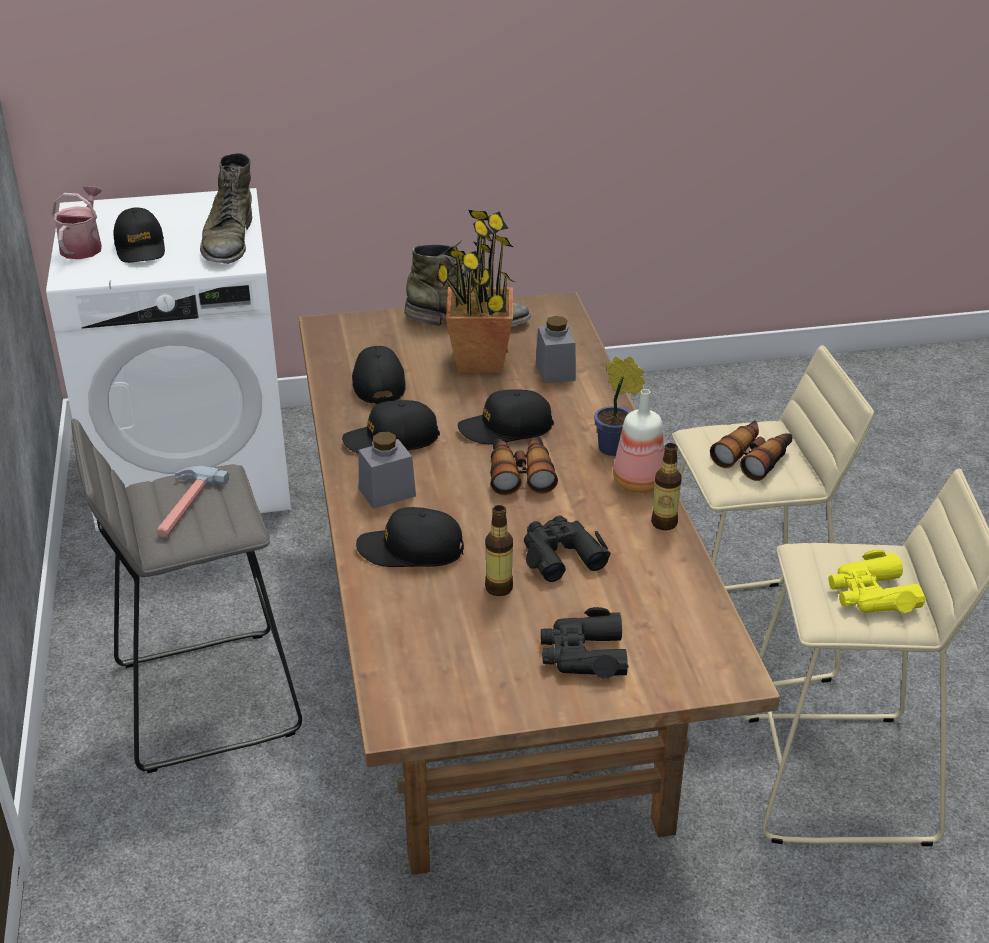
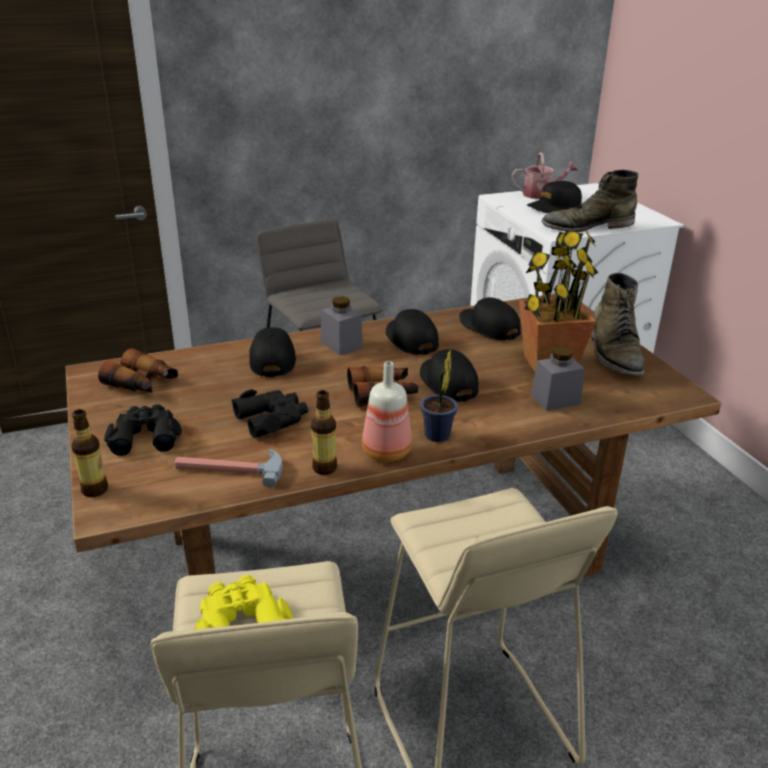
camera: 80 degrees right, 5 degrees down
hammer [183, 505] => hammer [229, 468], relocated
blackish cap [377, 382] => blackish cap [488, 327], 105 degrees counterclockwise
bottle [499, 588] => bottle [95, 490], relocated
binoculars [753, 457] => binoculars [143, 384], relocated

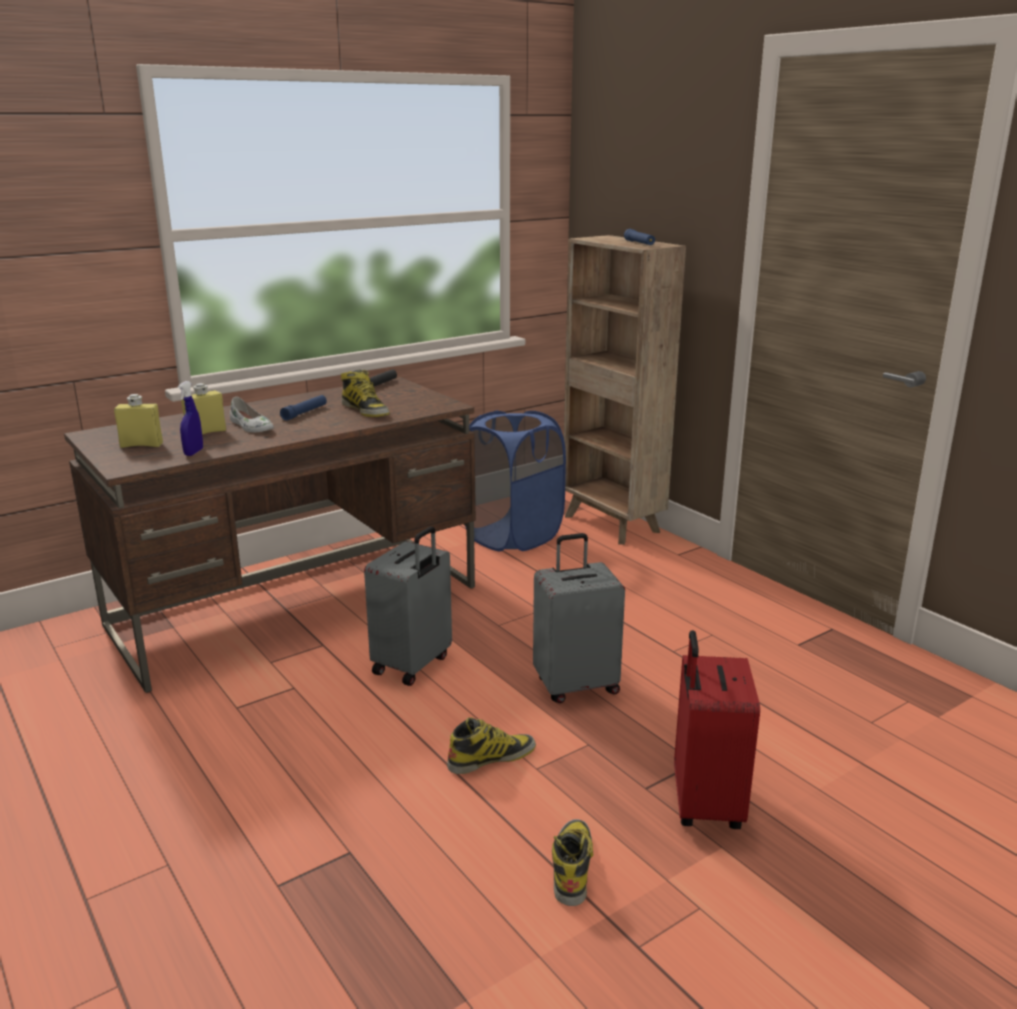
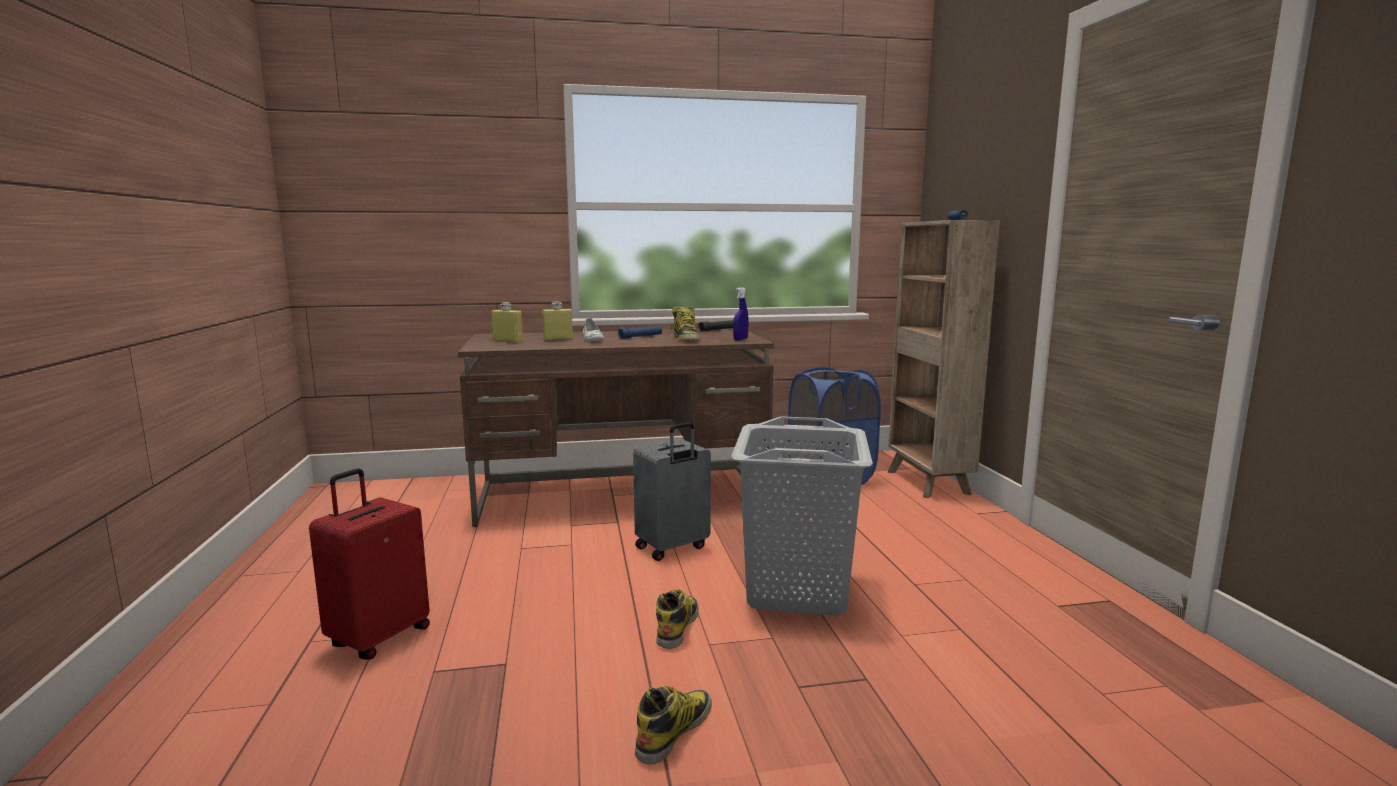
camera: 25 degrees right, 10 degrees down
blue-coloured sprayer [193, 452] => blue-coloured sprayer [740, 339], relocated
boot [491, 758] => boot [677, 626], 75 degrees counterclockwise
grey piece of luggage [576, 685] => grey hamper [798, 590]
reddish piece of luggage [704, 804] => reddish piece of luggage [378, 637], relocated

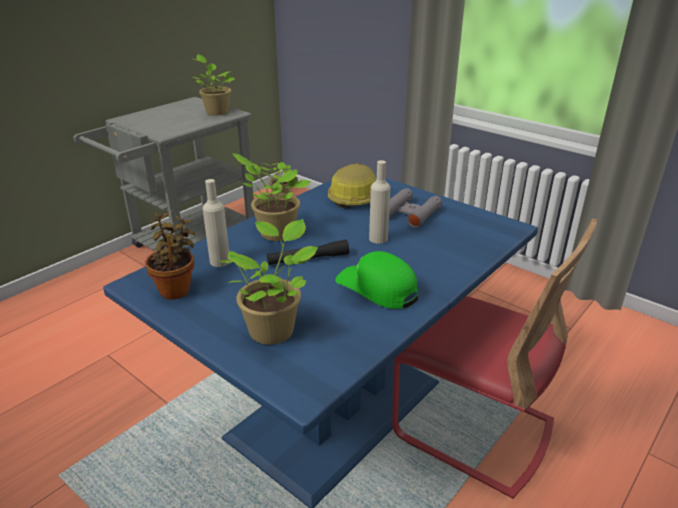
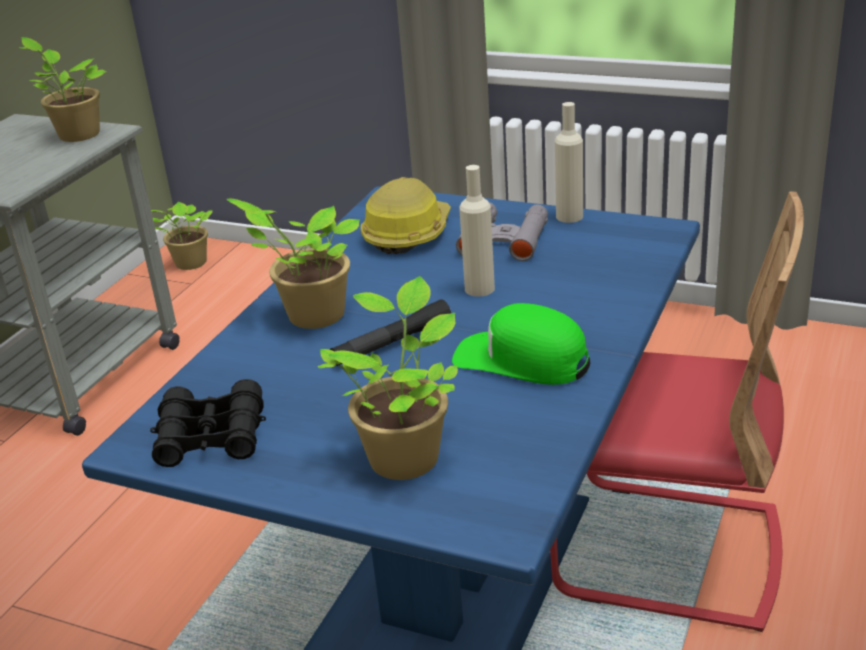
camera: 15 degrees left, 0 degrees up
potted plant [176, 289] => blackish binoculars [211, 437]
sand-coloured bottle [220, 261] => sand-coloured bottle [569, 216], relocated

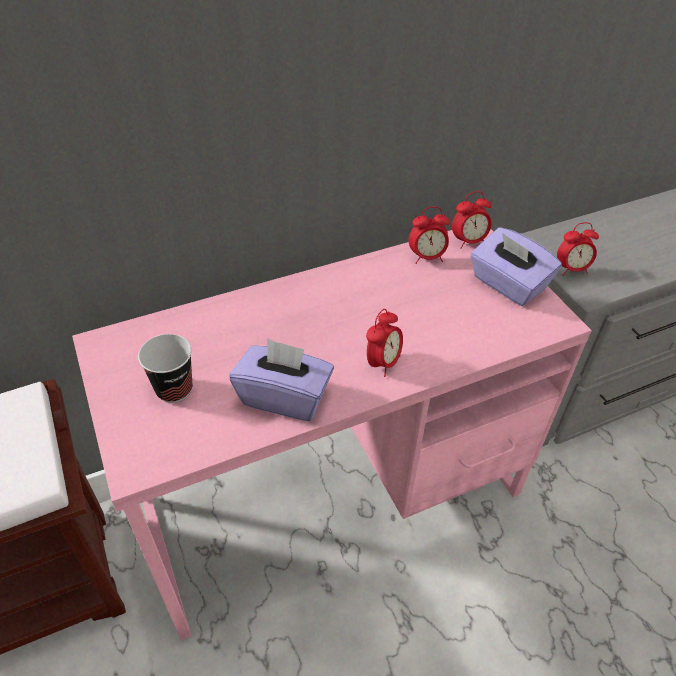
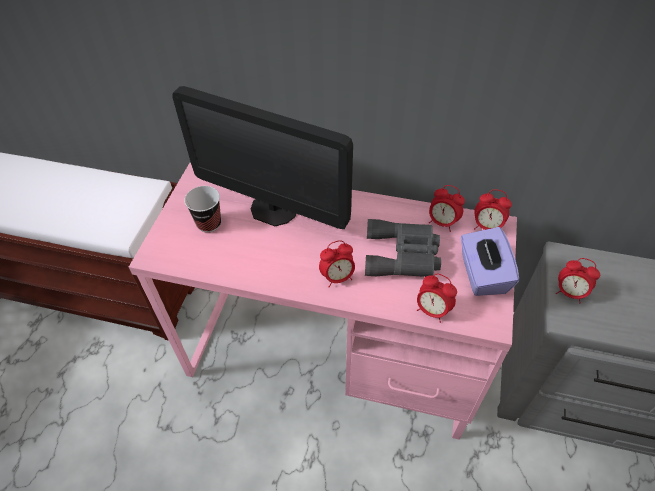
camera: 40 degrees right, 5 degrees up
purple box of tissues [284, 397] => nothing
nothing => computer display [274, 209]
nothing => grey binoculars [403, 255]
nothing => table clock [432, 310]

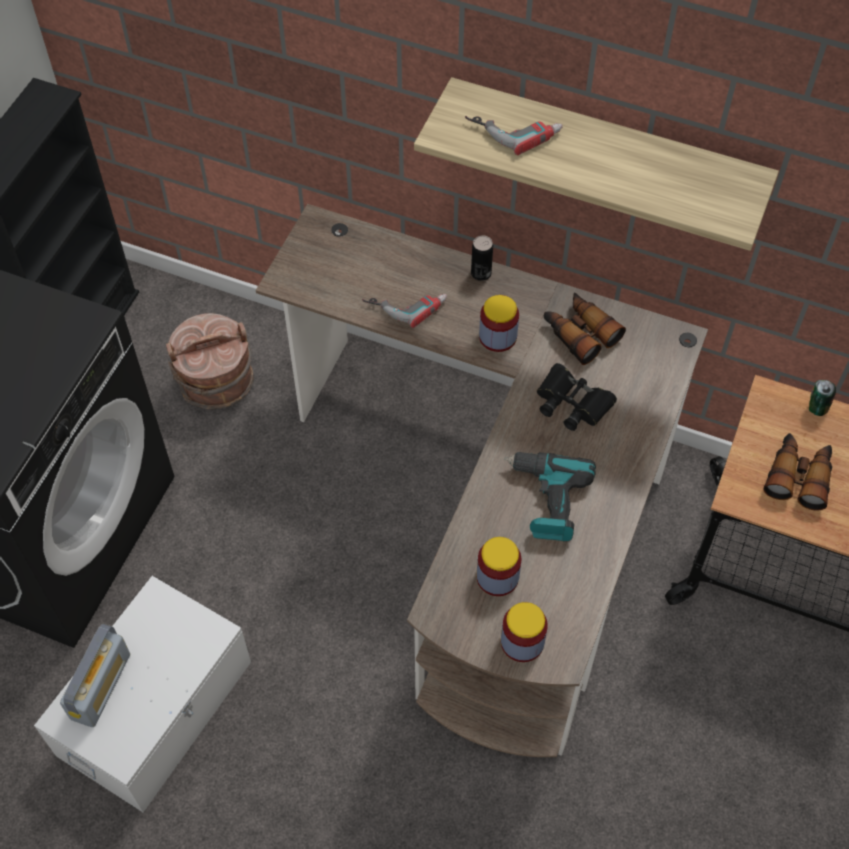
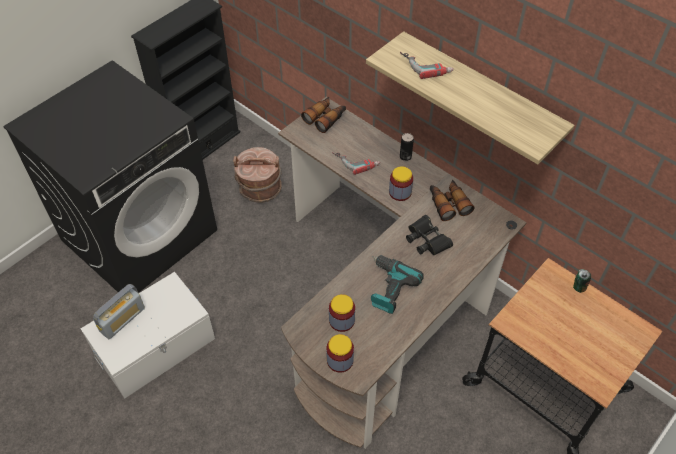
camera: 20 degrees right, 5 degrees down
binoculars [798, 476] => binoculars [325, 118], relocated

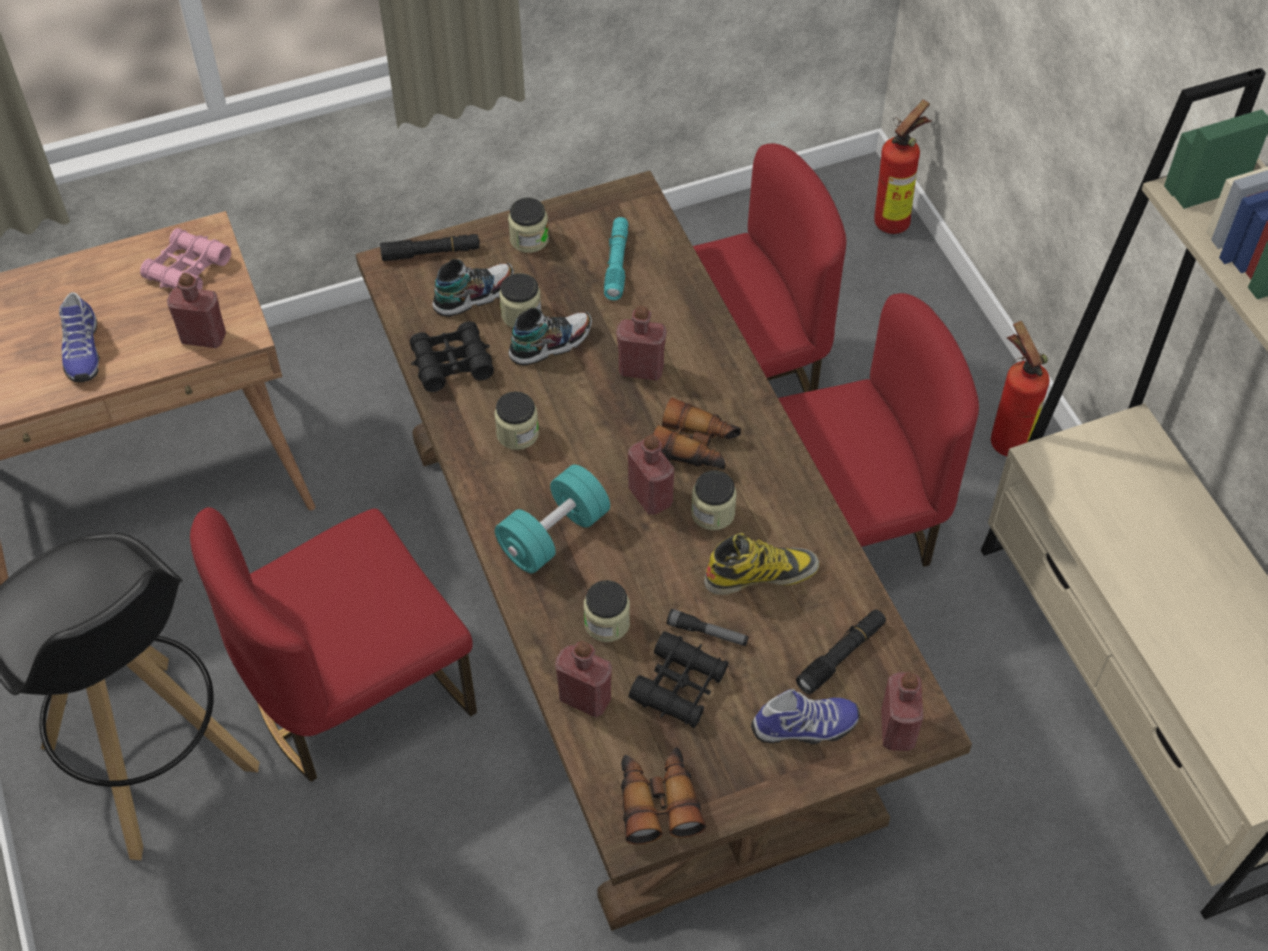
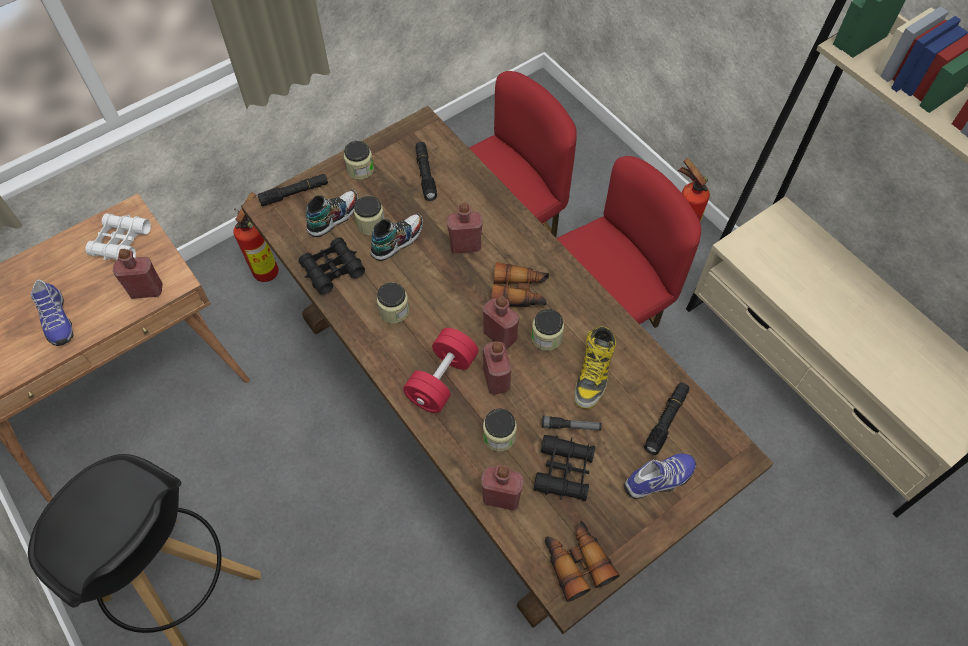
camera: 15 degrees left, 5 degrees up
pink-coloured binoculars [187, 270] => white binoculars [121, 242]
reddish plain chair [356, 693] => nothing
turquoise-coloured free weight [553, 535] => reddish free weight [442, 380]
turquoise-coloured hand torch [617, 264] => blackish hand torch [425, 174]
boot [761, 574] => boot [593, 374], 135 degrees clockwise
extinguisher [896, 220] => extinguisher [269, 270], relocated
reddish bottle [897, 729] => reddish bottle [496, 379], relocated

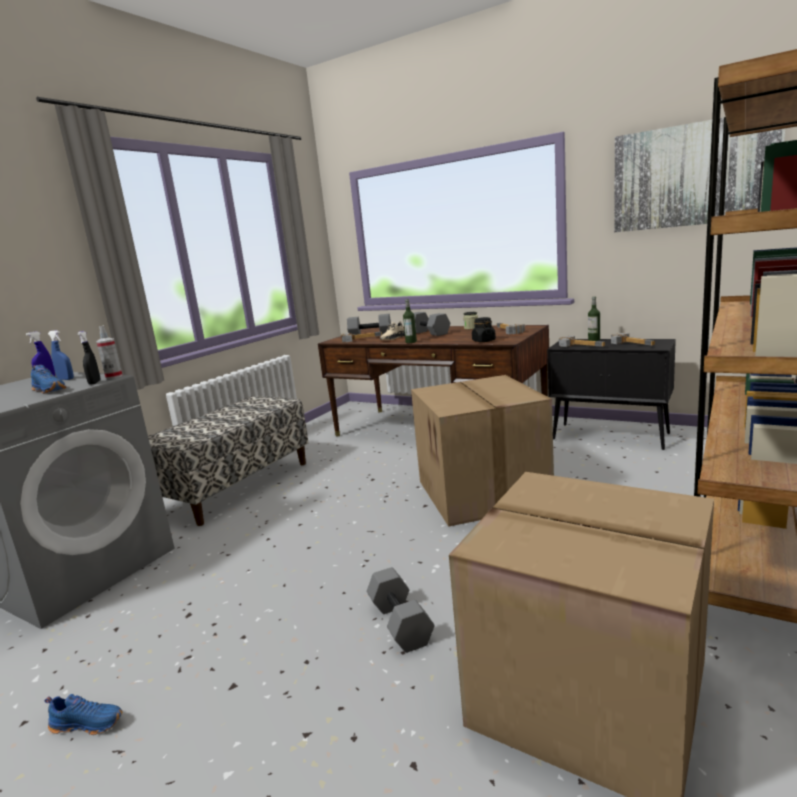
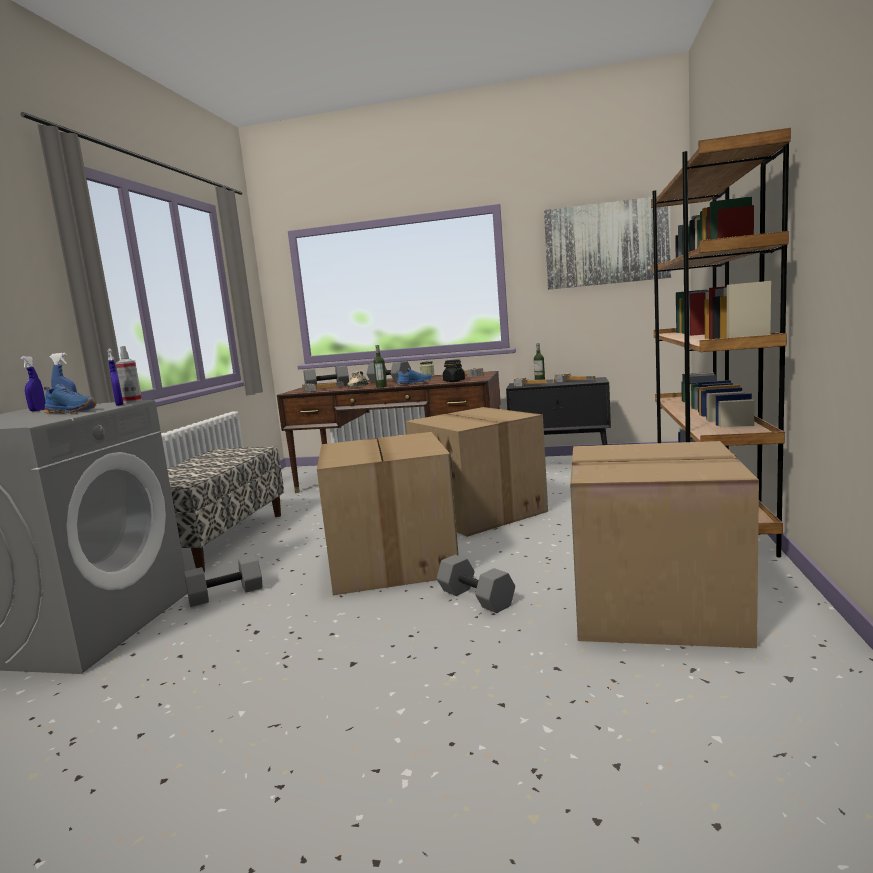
camera: 20 degrees left, 5 degrees down
blue-coloured shoe [88, 723] => blue-coloured shoe [414, 384], relocated
blackish sprayer [94, 383] => blue-coloured sprayer [119, 405]
nothing => grey free weight [225, 595]
nothing => cardboard box [390, 561]

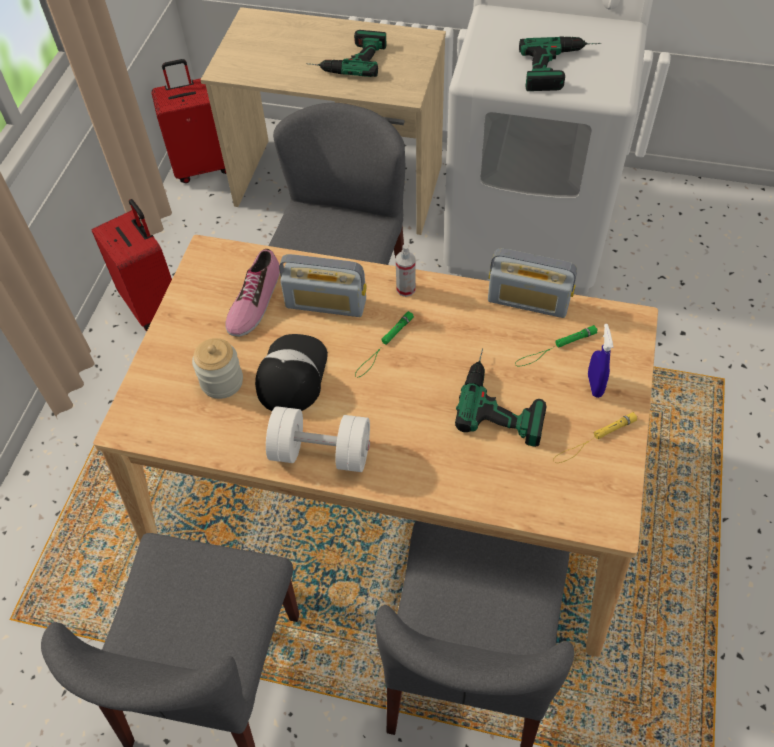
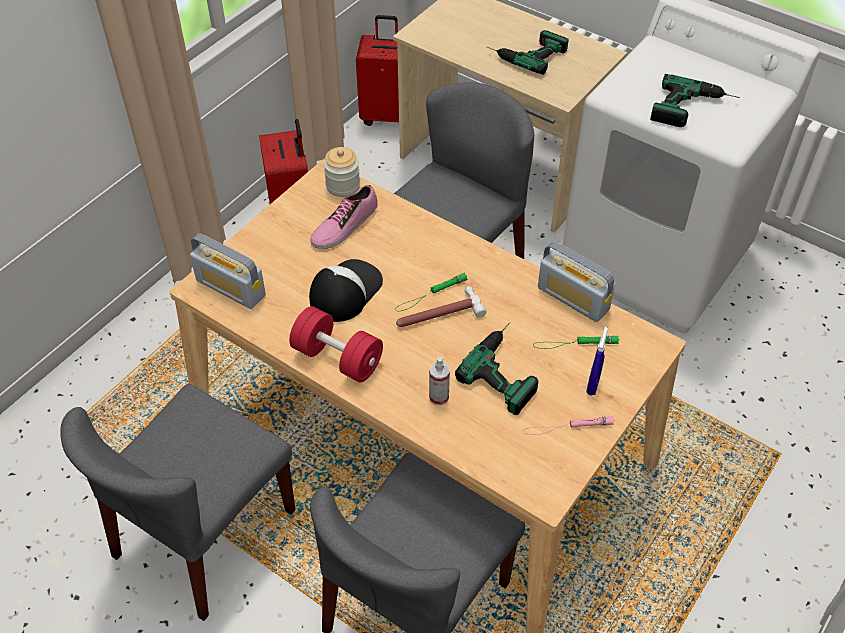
camera: 20 degrees right, 5 degrees down
preserve jar [222, 381] => preserve jar [343, 185], relocated
white free weight [321, 452] => reddish free weight [337, 358]
radio [326, 303] => radio [231, 288], relocated
sprayer [406, 289] => sprayer [439, 397], relocated
yellowish hand torch [594, 440] => pink-coloured hand torch [567, 427]
nothing => hammer [437, 314]

